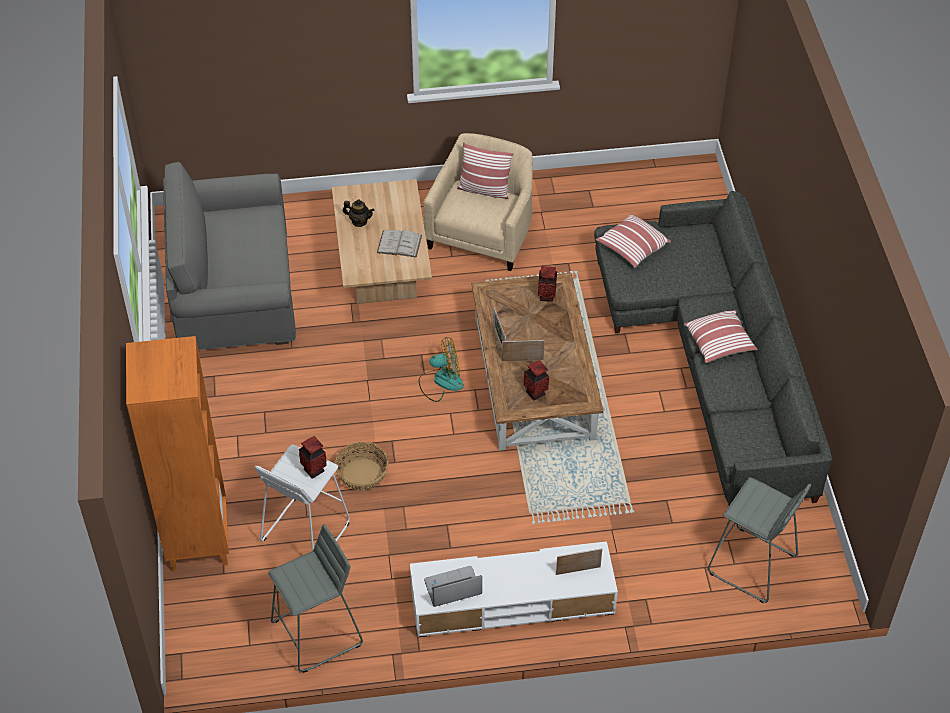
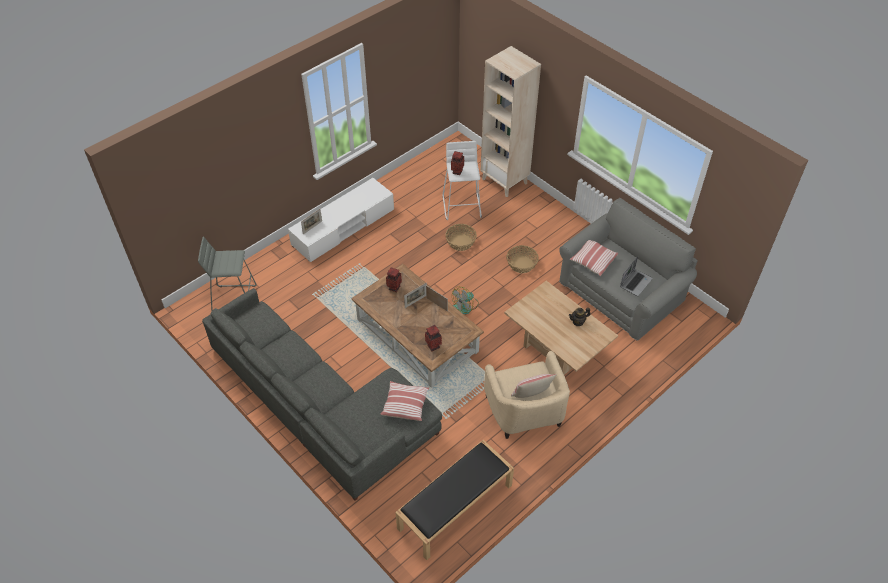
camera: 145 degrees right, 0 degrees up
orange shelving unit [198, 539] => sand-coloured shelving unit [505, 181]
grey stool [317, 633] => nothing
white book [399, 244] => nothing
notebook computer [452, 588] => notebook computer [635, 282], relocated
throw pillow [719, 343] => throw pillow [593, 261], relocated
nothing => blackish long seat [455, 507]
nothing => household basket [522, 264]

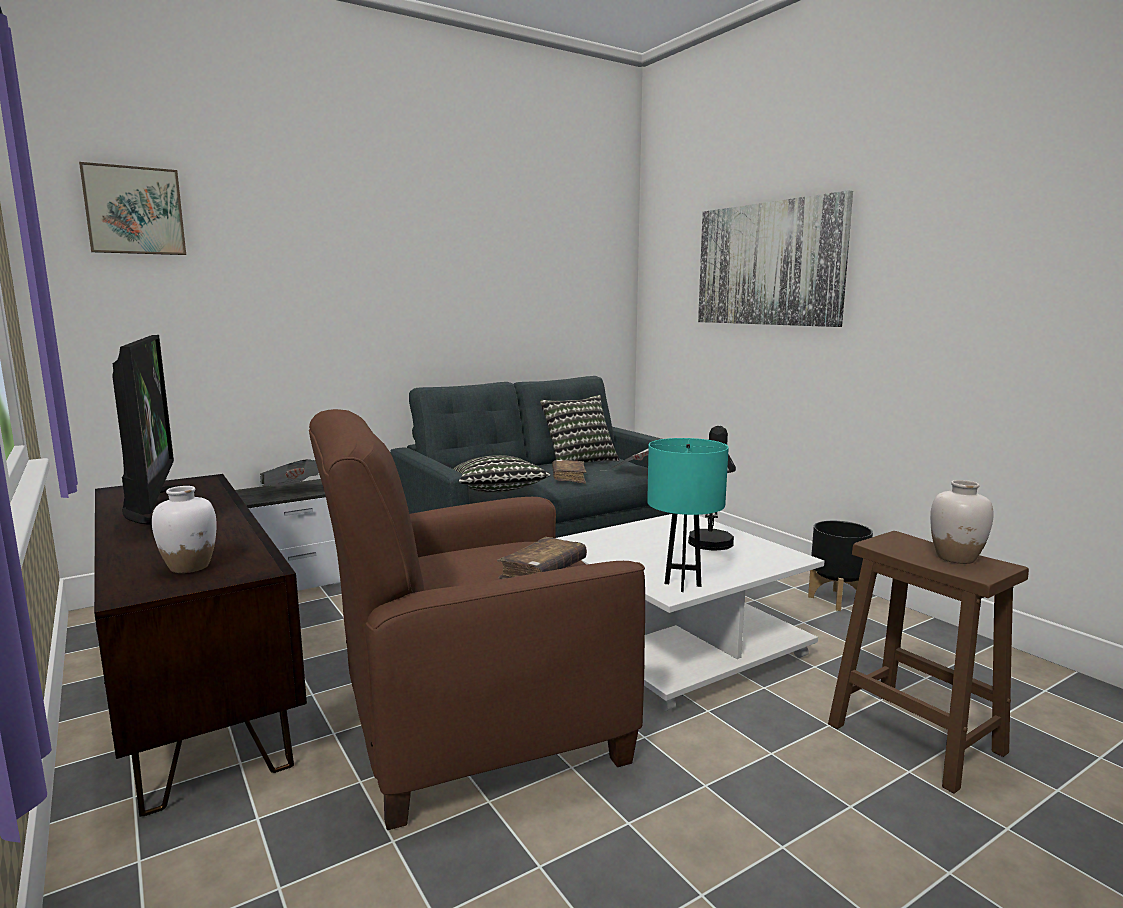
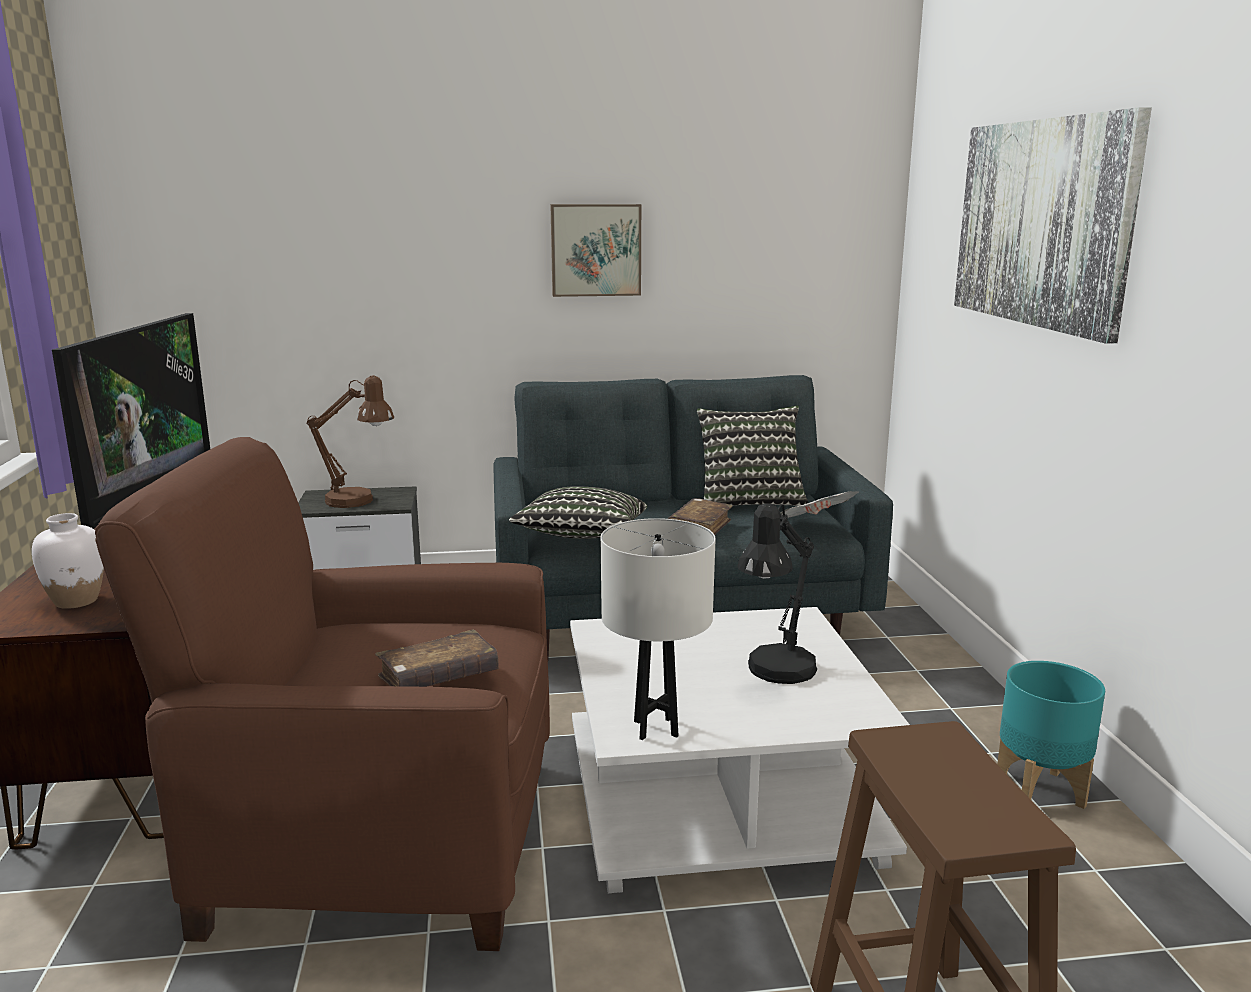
camera: 25 degrees right, 5 degrees up
wall picture [134, 211] => wall picture [595, 250], relocated
daily paper [294, 491] => brown tabletop lamp [359, 501]
turquoise-coloured tabletop lamp [682, 584] => white tabletop lamp [655, 728]
blackish planter [837, 599] => turquoise-coloured planter [1041, 789]
white decorative vase [956, 558] => nothing

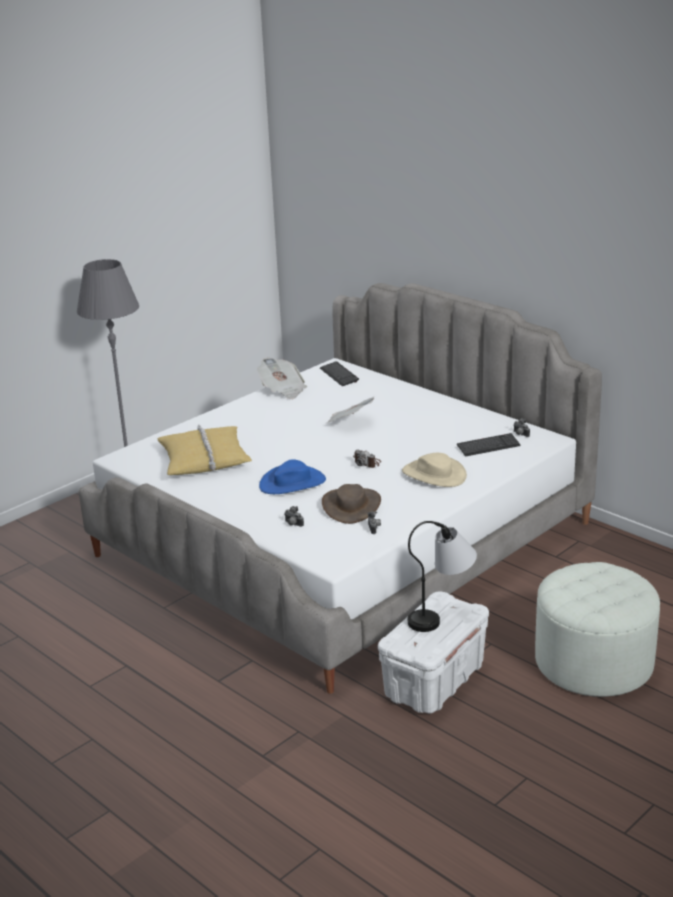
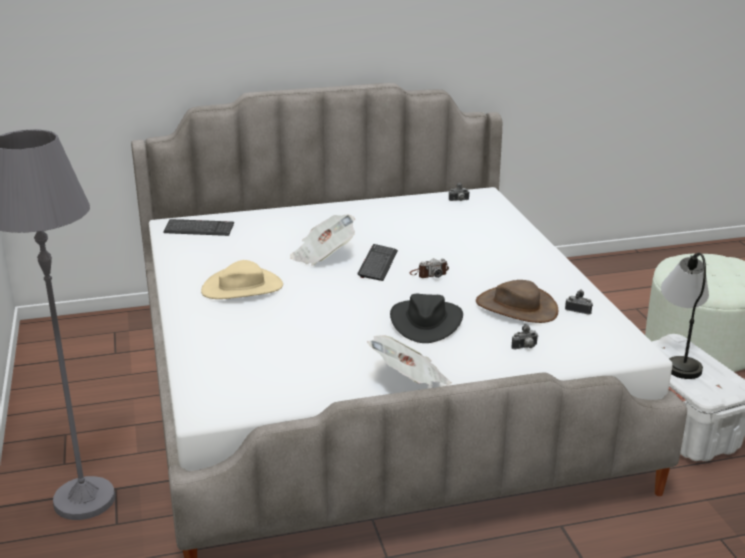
camera: 60 degrees left, 0 degrees up
yellowish throw pillow [204, 460] => nothing
daily paper [282, 390] => daily paper [409, 380], relocated
blue-coloured clothing hat [292, 483] => blackish clothing hat [426, 321]
sand-coloured clothing hat [434, 474] => sand-coloured clothing hat [242, 288], relocated
computer keyboard [488, 446] => computer keyboard [378, 264], relocated

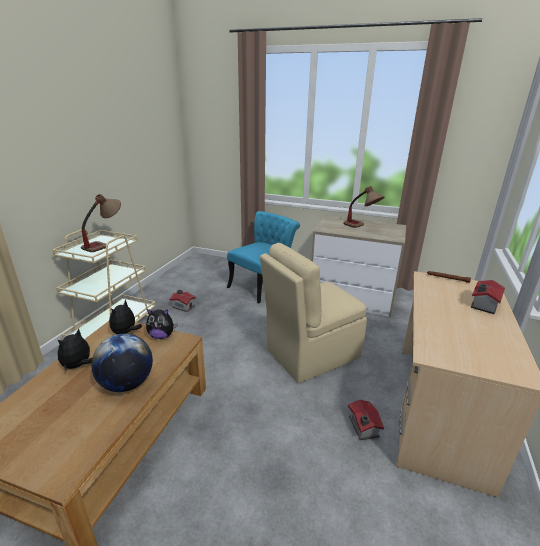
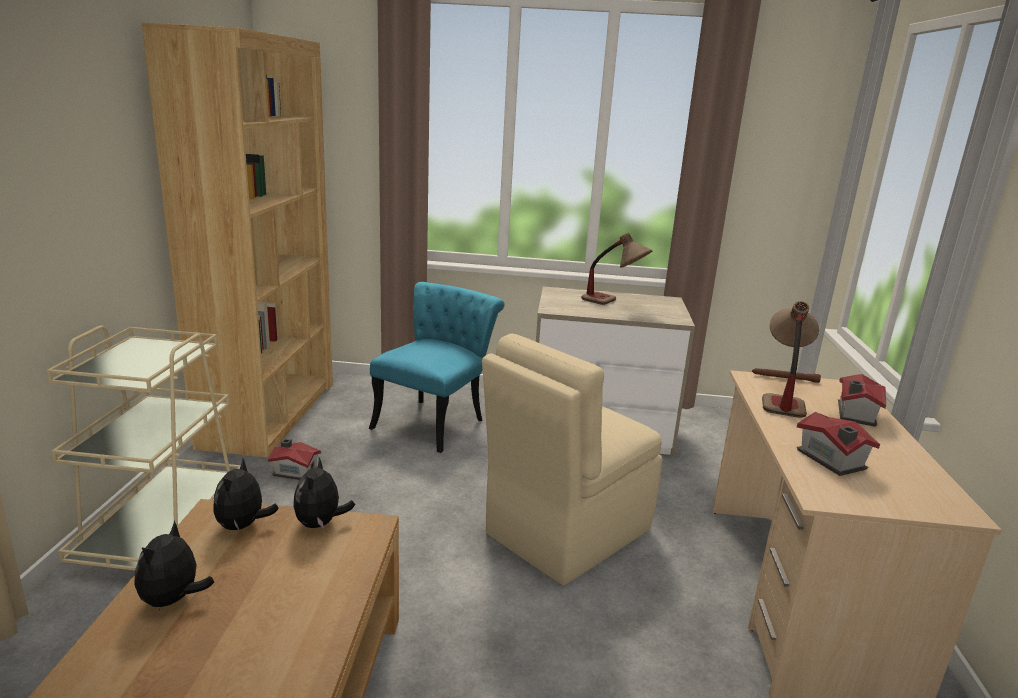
camera: 15 degrees left, 5 degrees down
tabletop lamp [105, 244] => tabletop lamp [781, 398], relocated
desk globe [127, 384] => nothing
soft toy [162, 336] => soft toy [321, 523], 105 degrees clockwise
model house [362, 428] => model house [831, 460], relocated
nothing => brown shelving unit [270, 413]

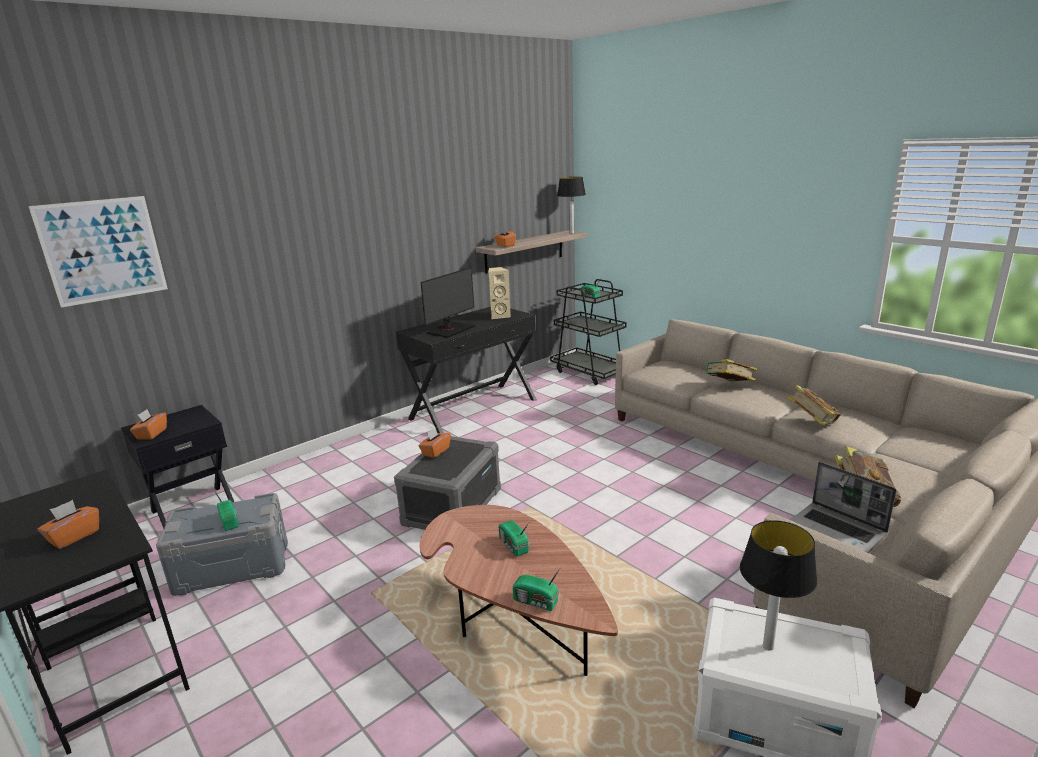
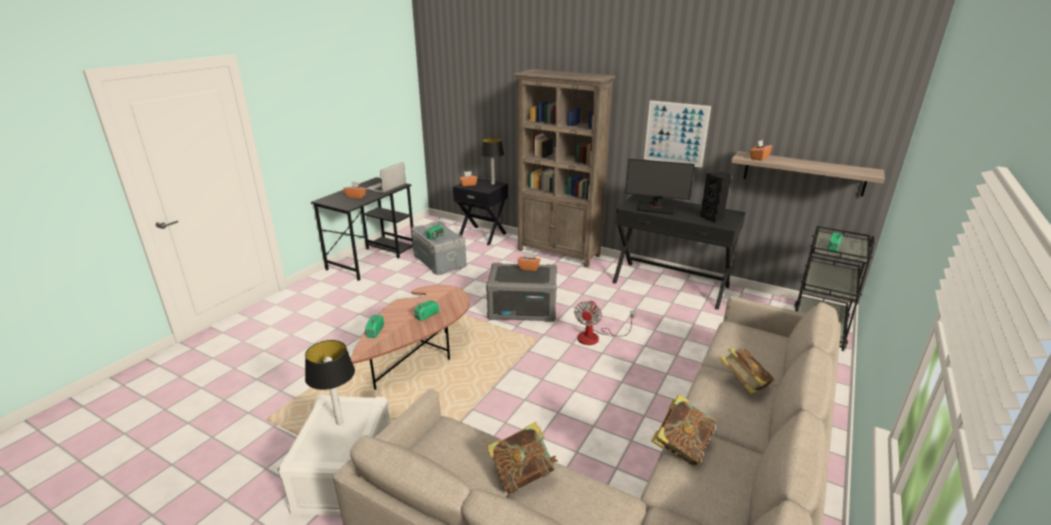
camera: 70 degrees right, 5 degrees up
wall picture [103, 250] => wall picture [676, 133], relocated
sand-coloured loudspeaker [500, 316] => blackish loudspeaker [712, 218]
tabletop lamp [571, 233] => tabletop lamp [492, 184], relocated
notebook computer [838, 530] => notebook computer [386, 187], relocated
nothing => brown shelving unit [559, 253]
nothing => fan [595, 337]

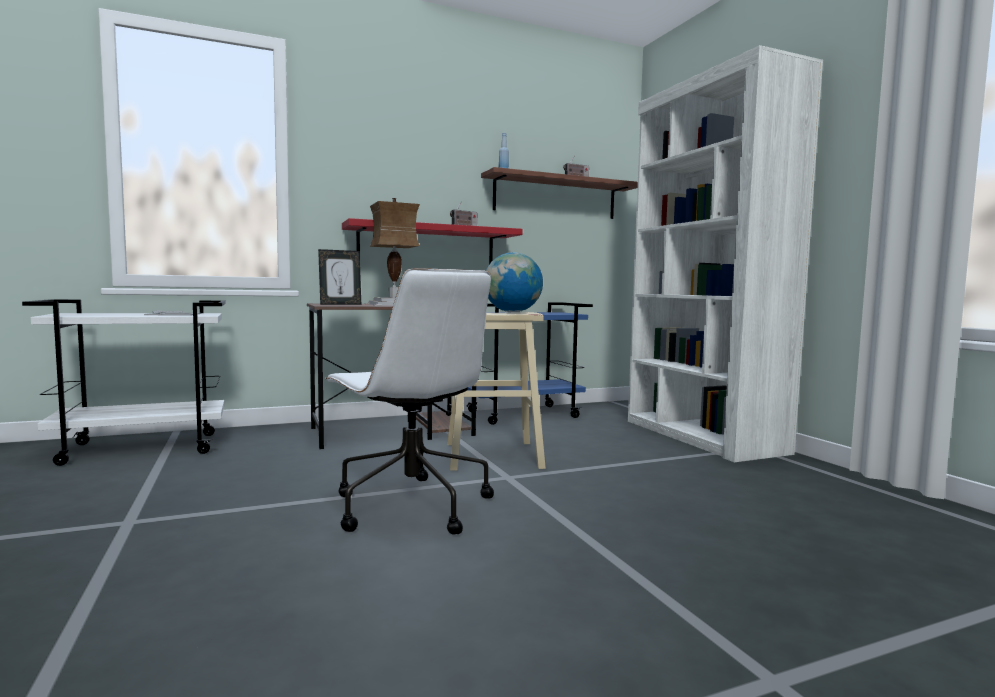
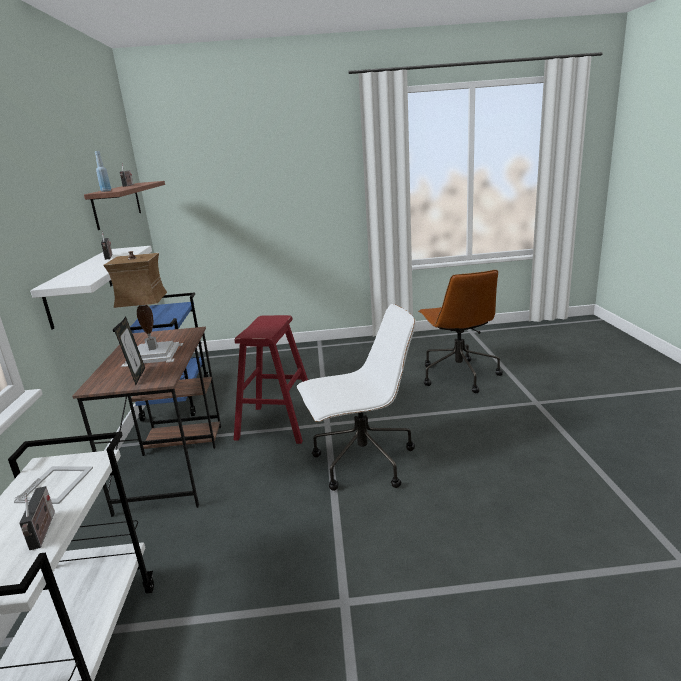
camera: 70 degrees left, 15 degrees up
reddish bracket shelf [427, 246] => white bracket shelf [80, 285]
sand-coloured stool [492, 455] => reddish stool [277, 424]
desk globe [512, 312] => nothing
white shelving unit [701, 436] => nothing
nothing => radio [43, 532]
nothing => brown office chair [458, 375]

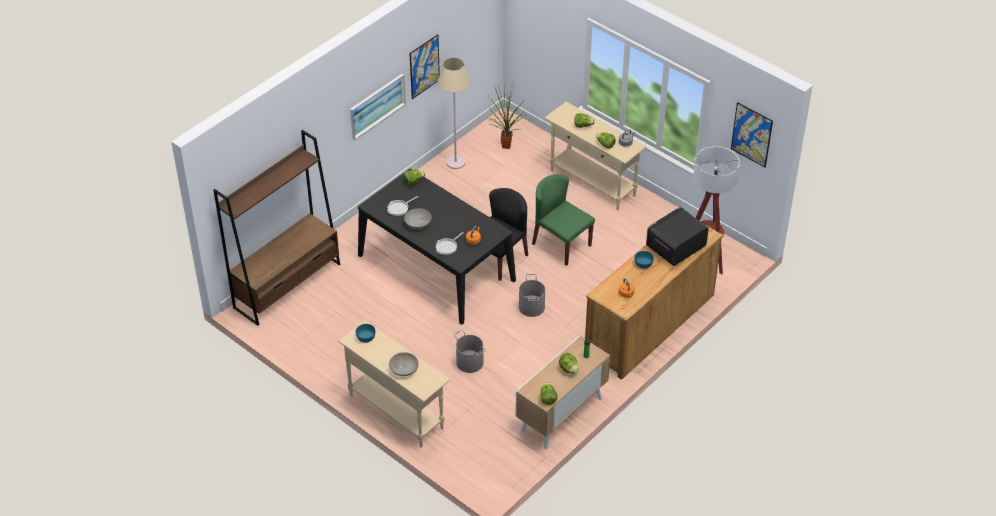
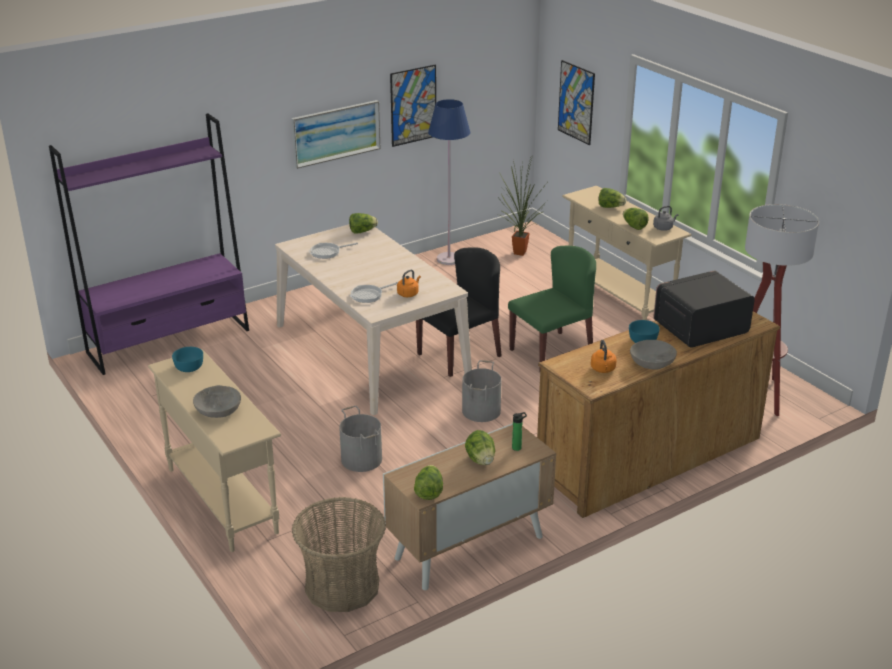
camera: 15 degrees right, 15 degrees down
brown shelving unit [287, 285] => purple shelving unit [169, 341]
blackish dinner table [436, 267] => sand-coloured dinner table [371, 351]
grey serving bowl [418, 223] => grey serving bowl [652, 363], relocated
sand-coloured floor lamp [455, 162] => blue-coloured floor lamp [449, 259]
greenish plain chair [561, 244] => greenish plain chair [551, 352], 90 degrees clockwise
wall picture [751, 134] => wall picture [576, 102], relocated
nothing => household basket [342, 586]

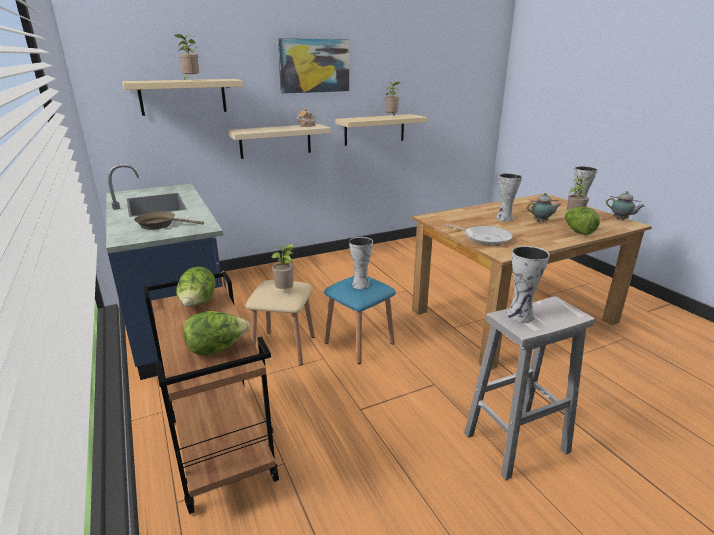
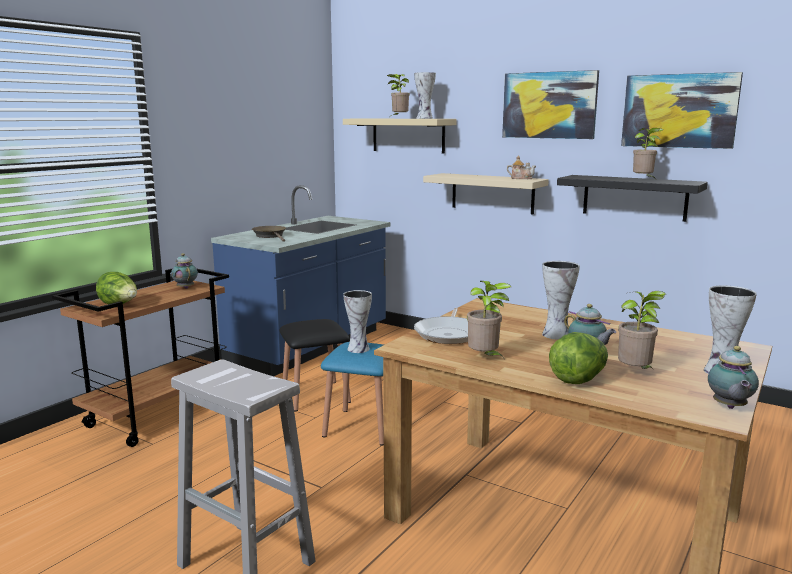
camera: 60 degrees right, 10 degrees down
lettuce head [198, 304] => teapot [185, 288]
sand-coloured stool [284, 347] => blackish stool [315, 395]
potted plant [286, 291] => potted plant [485, 358], relocated
sand-coloured bracket shelf [374, 129] => blackish bracket shelf [634, 197]
decorative vase [521, 315] => decorative vase [424, 118], relocated
nothing => wall picture [679, 111]

